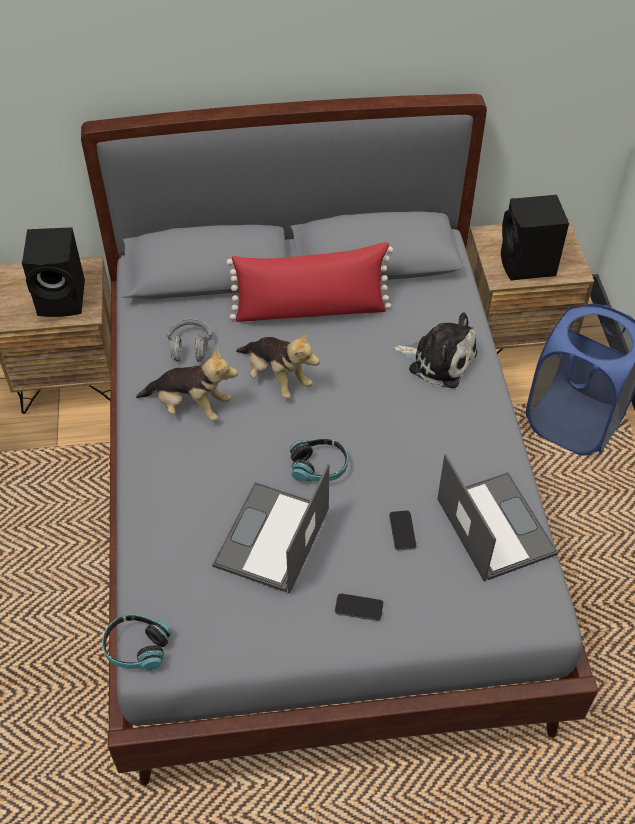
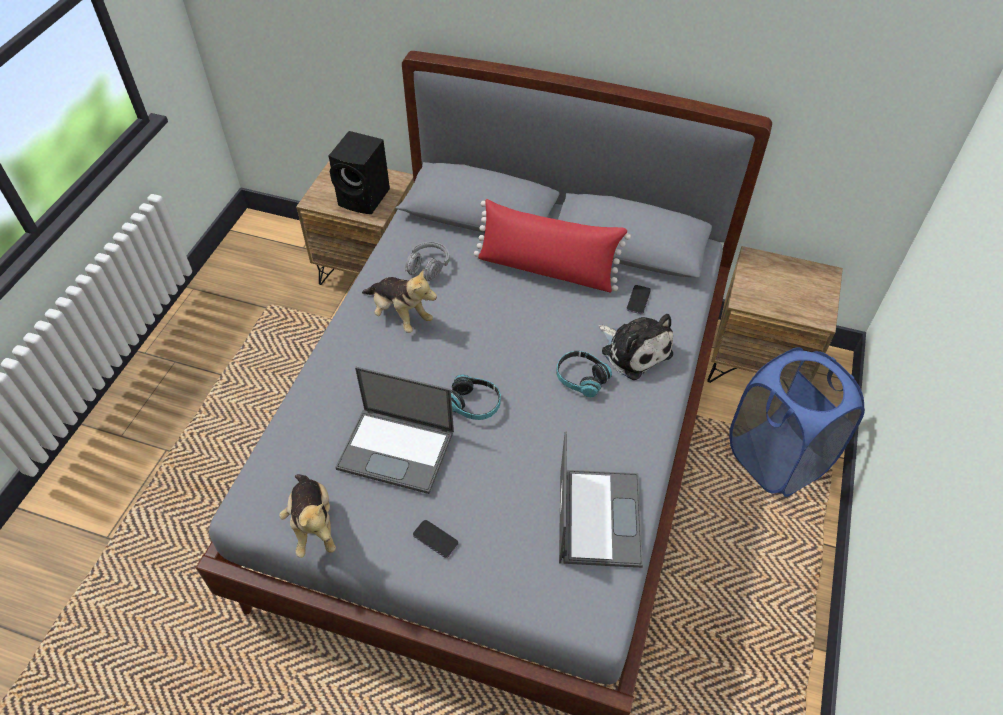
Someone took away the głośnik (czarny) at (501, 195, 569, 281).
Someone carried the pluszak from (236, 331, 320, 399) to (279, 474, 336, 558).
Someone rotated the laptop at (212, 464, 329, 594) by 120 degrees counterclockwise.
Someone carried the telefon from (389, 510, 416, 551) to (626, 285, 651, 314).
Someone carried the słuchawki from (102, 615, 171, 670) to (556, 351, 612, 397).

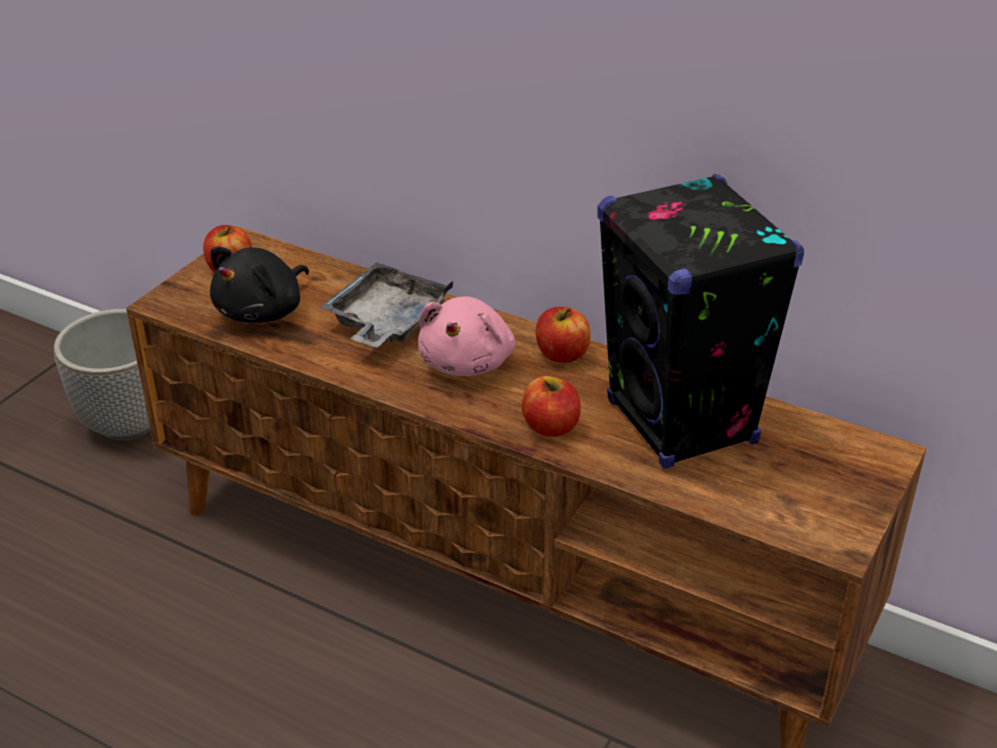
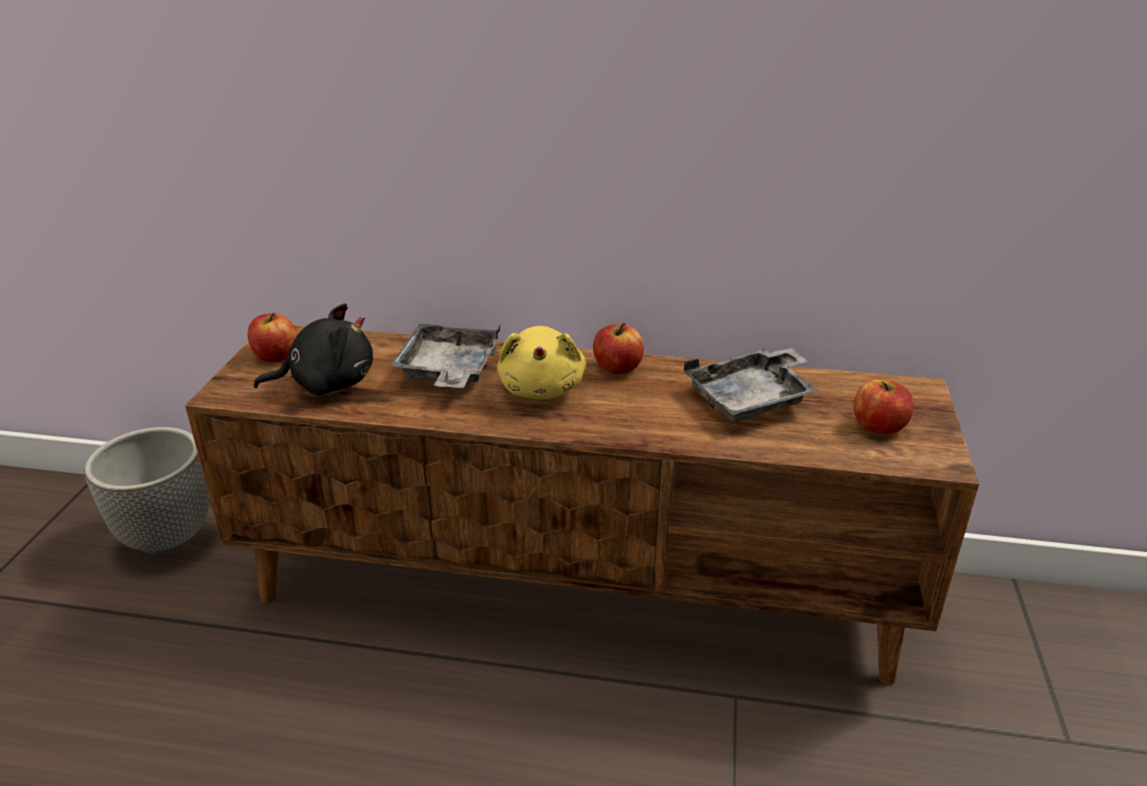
Someone swapped the głośnik (czarny) at (597, 174, 804, 469) for the taca (szary) at (684, 348, 820, 422).
Someone rotated the pluszak (czarny) at (210, 247, 309, 323) by 120 degrees counterclockwise.
Someone repainted the pluszak (różowy) at (418, 296, 515, 376), which became the pluszak (żółty) at (497, 326, 586, 400).
Someone carried the jabłko from (522, 376, 581, 437) to (854, 380, 914, 434).

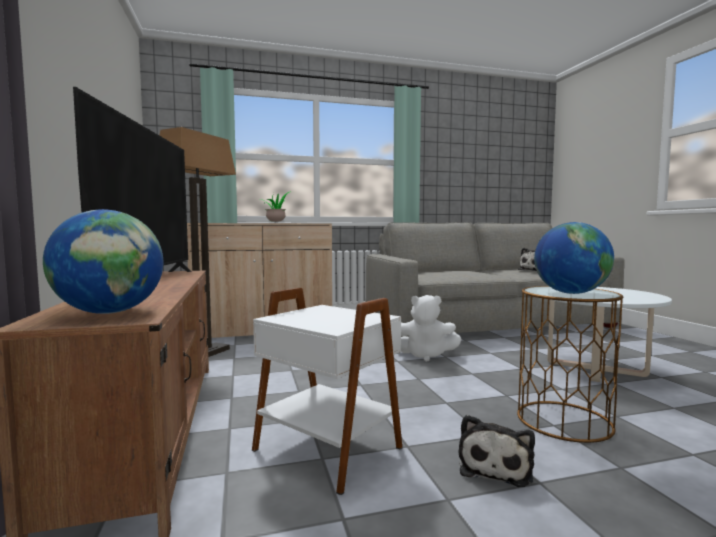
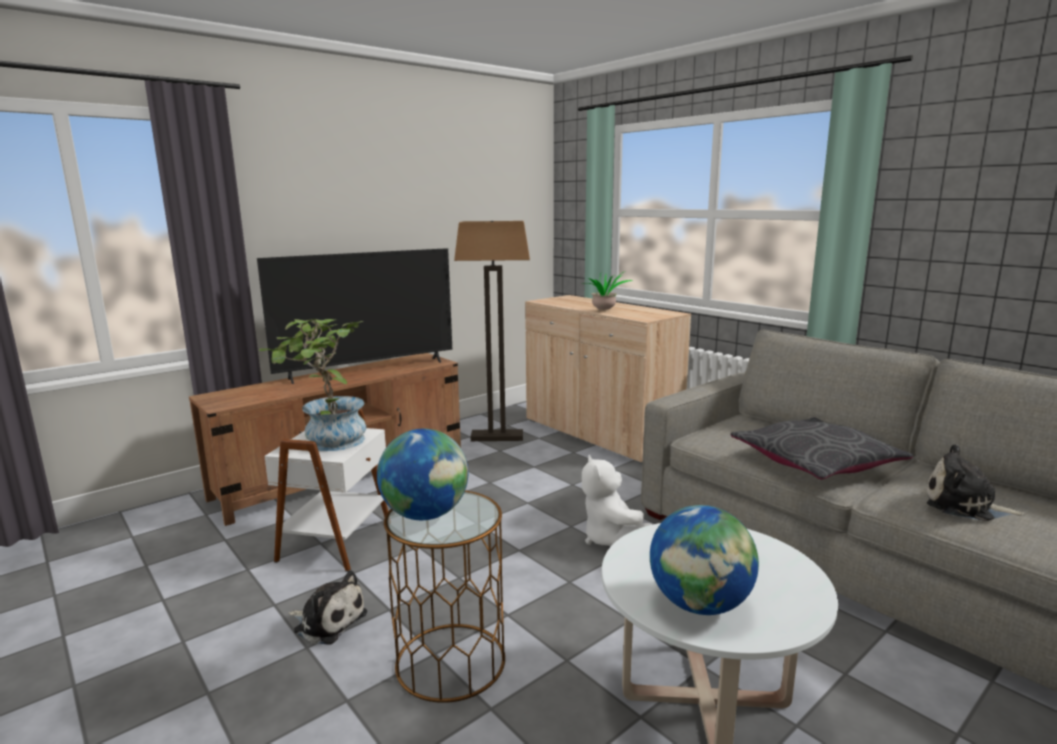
Someone carried the globus from (43, 209, 163, 314) to (650, 505, 759, 615).
Someone rotated the pluszak at (458, 414, 535, 487) by 150 degrees counterclockwise.
Someone put down the roślina doniczkowa at (259, 319, 366, 451).
Someone put down the poduszka (szary) at (731, 417, 913, 480).

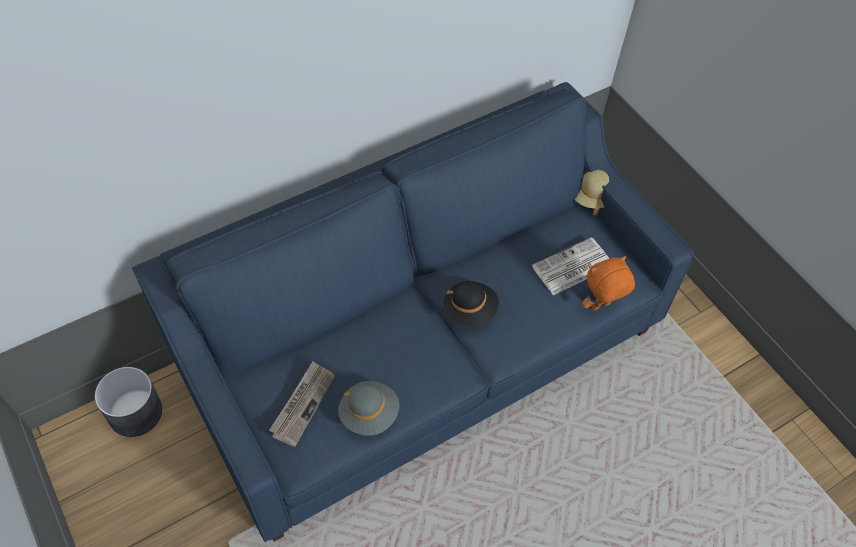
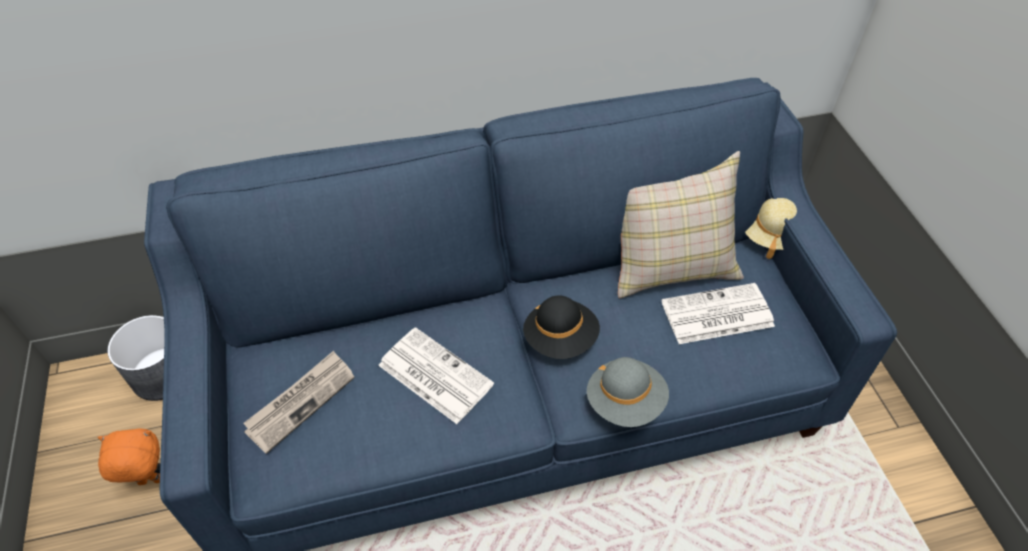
Someone carried the pluszak (pomarańczowy) from (582, 256, 635, 310) to (97, 428, 160, 485).
Someone carried the kapelusz (szary) from (338, 381, 400, 436) to (587, 357, 669, 427).
Someone put down the poduszka (beżowy) at (618, 151, 744, 299).
Someone put down the gazeta at (378, 327, 494, 424).

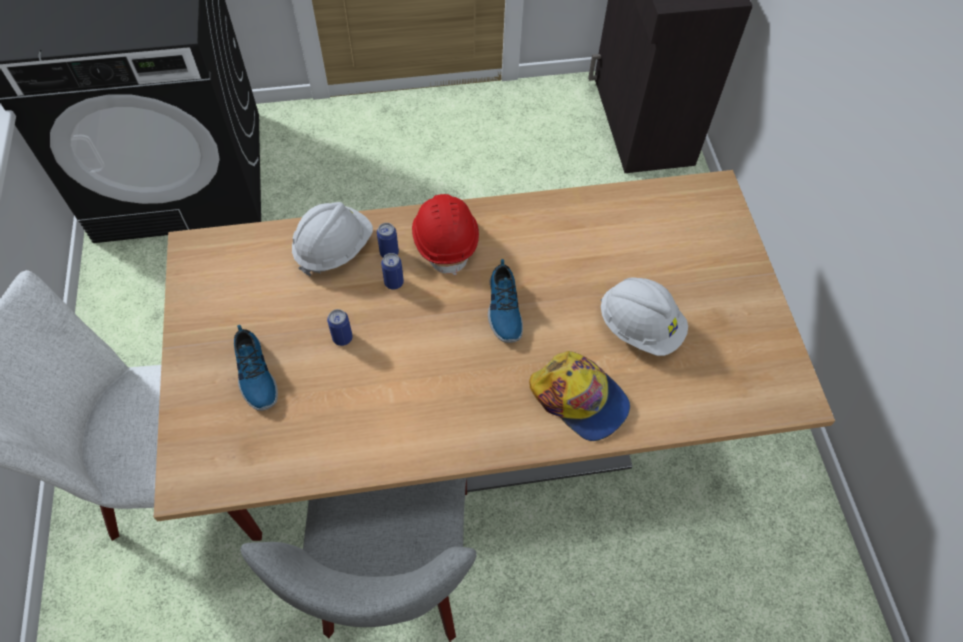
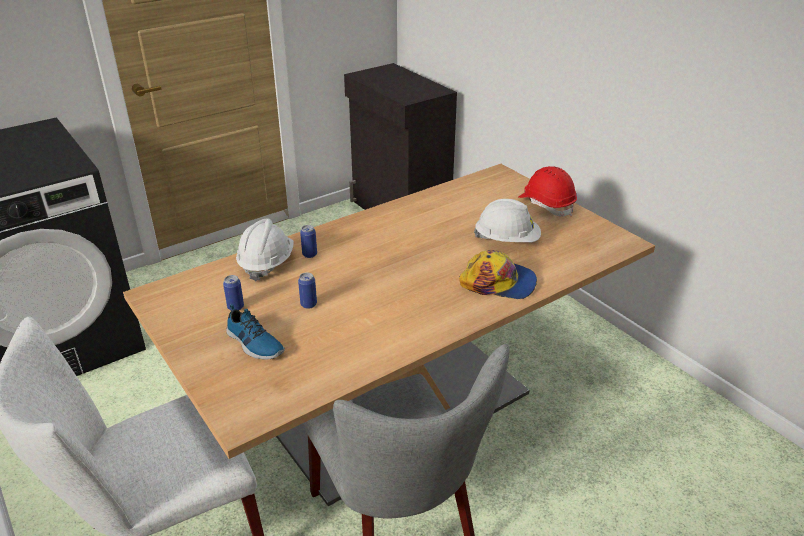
Someone carried the kask (czerwony) from (412, 194, 479, 275) to (518, 166, 577, 216).
Someone carried the puszka from (381, 253, 404, 290) to (223, 275, 244, 311).
Someone took away the but at (488, 259, 523, 343).

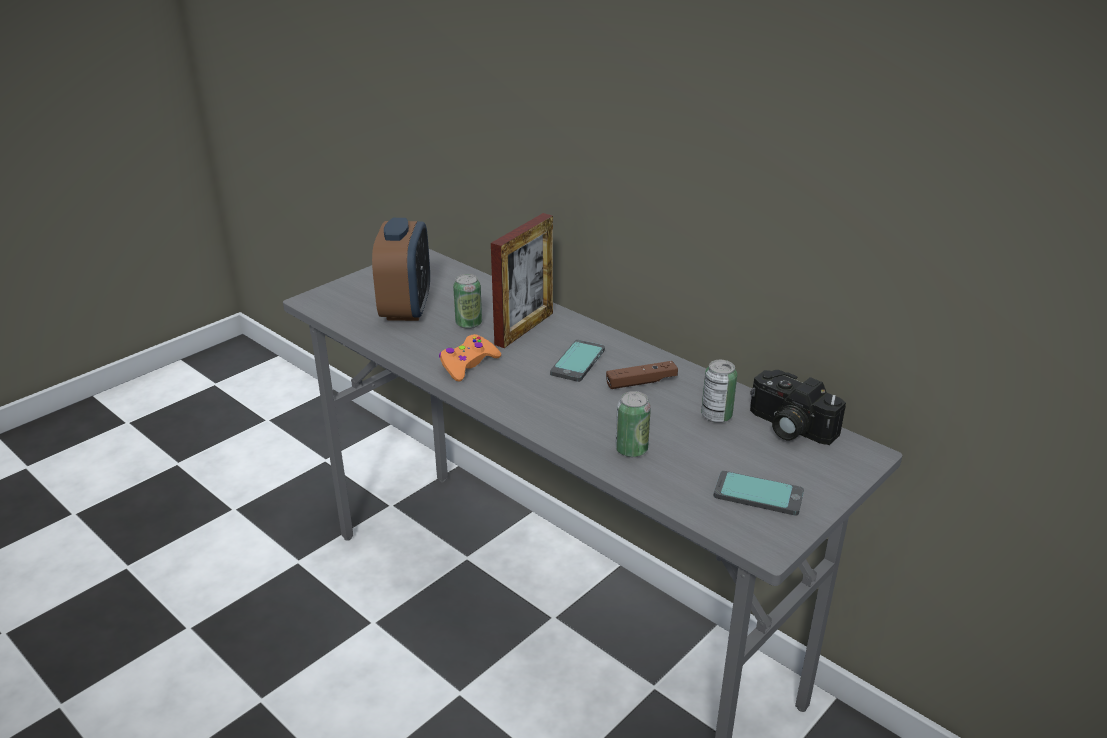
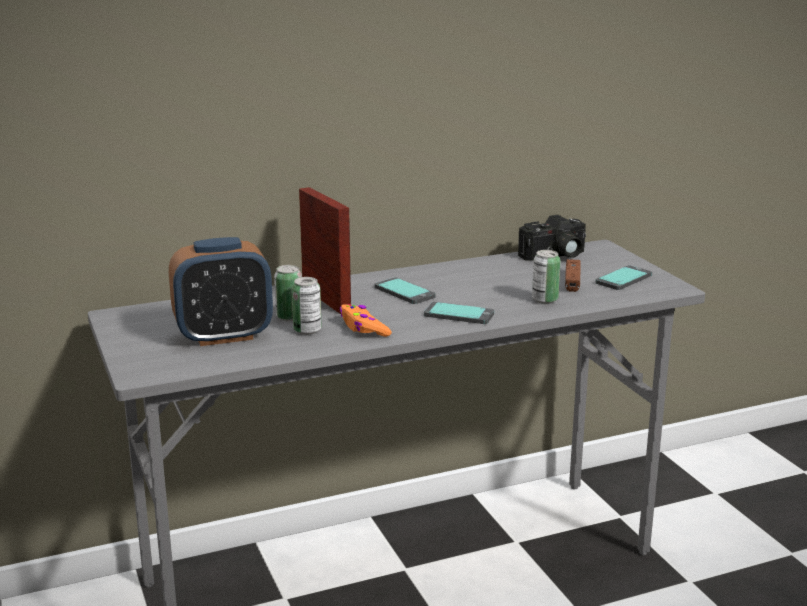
Someone rotated the budzik at (372, 218, 430, 321) by 135 degrees clockwise.
Someone carried the puszka from (701, 360, 737, 423) to (292, 277, 322, 335).
Someone carried the pad do gier (brązowy) from (606, 361, 678, 389) to (565, 259, 580, 292).
Someone put down the telefon at (424, 302, 494, 324).

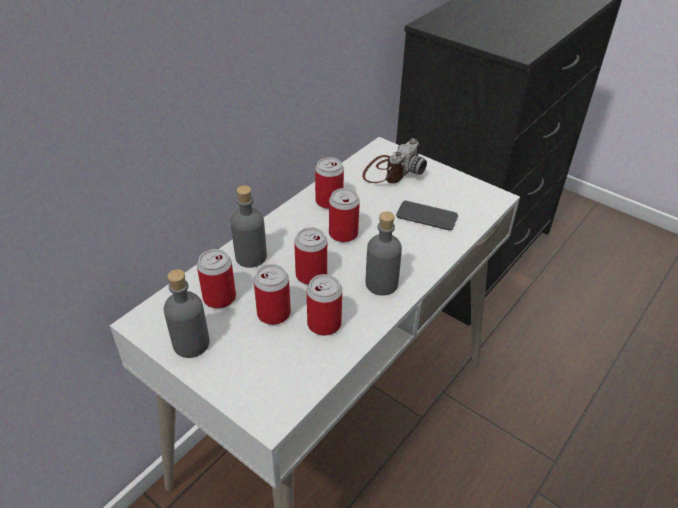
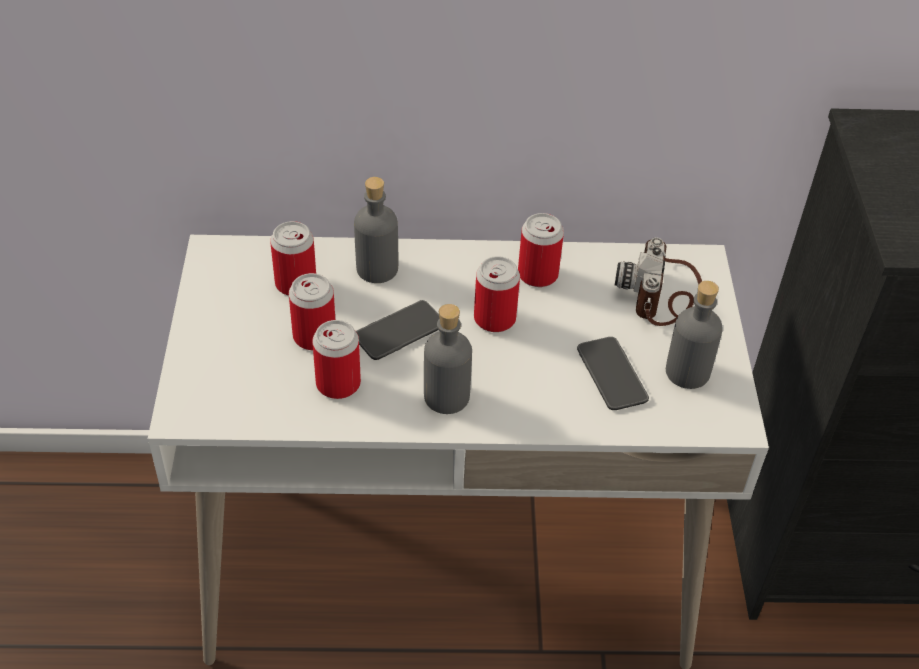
Someone rotated the aparat fotograficzny at (362, 139, 427, 184) by 105 degrees clockwise.
Someone swapped the puszka at (294, 227, 327, 285) for the telefon at (356, 300, 440, 360).
Someone carried the butelka (szary) from (164, 269, 210, 358) to (666, 281, 723, 389).

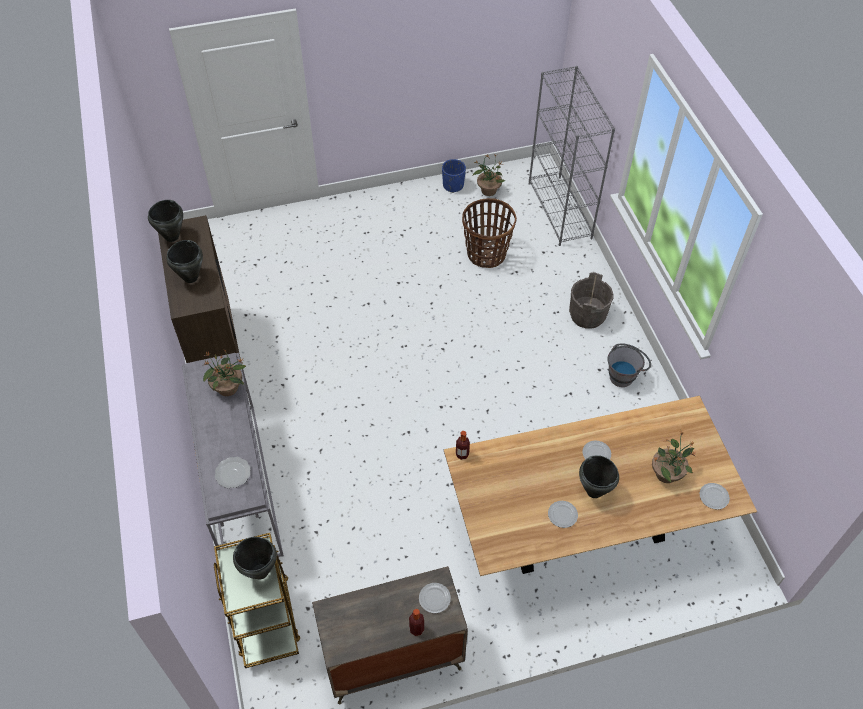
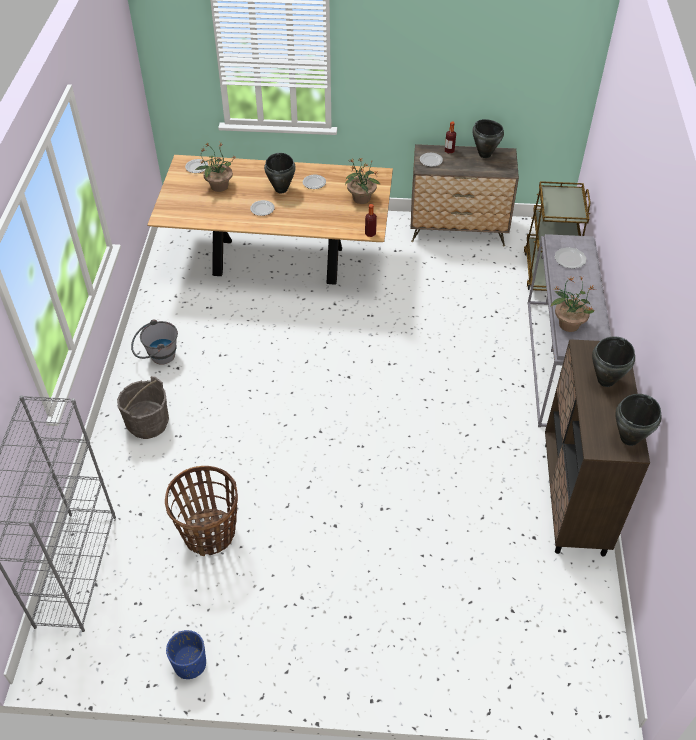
Someone carried the roślina doniczkowa from (473, 154, 505, 196) to (345, 157, 381, 204).
Someone carried the garnek (czarny) from (233, 537, 277, 580) to (472, 119, 504, 158).

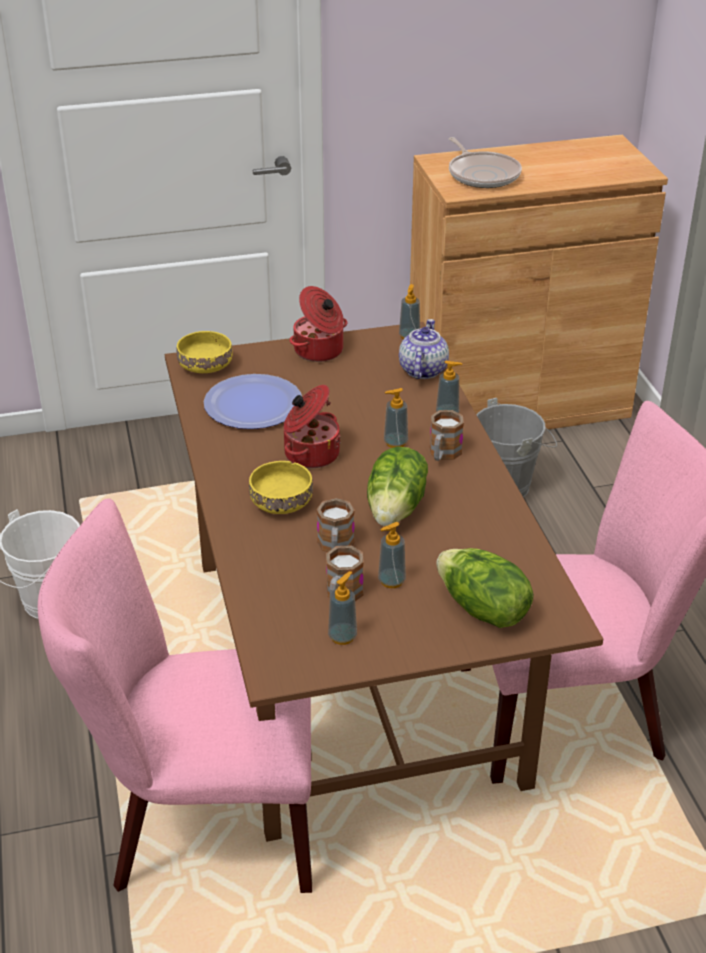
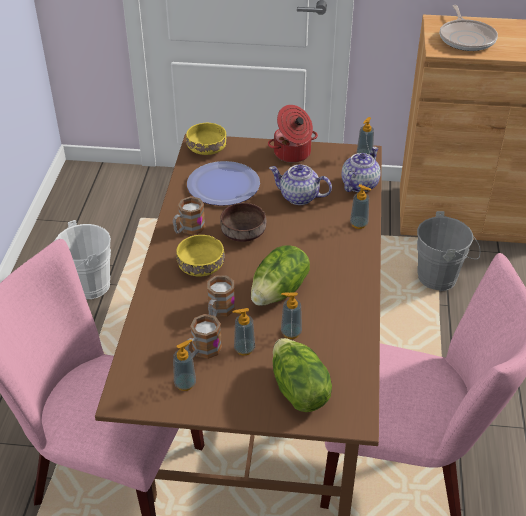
Someone swapped the garnek at (284, 385, 341, 468) for the miska (brązowy) at (220, 203, 267, 242).
Someone carried the dozownik mydła from (384, 388, 408, 448) to (281, 292, 302, 339).
Someone carried the kubek from (430, 410, 464, 461) to (173, 196, 205, 235).
Someone put down the imbryk at (269, 165, 332, 205).

